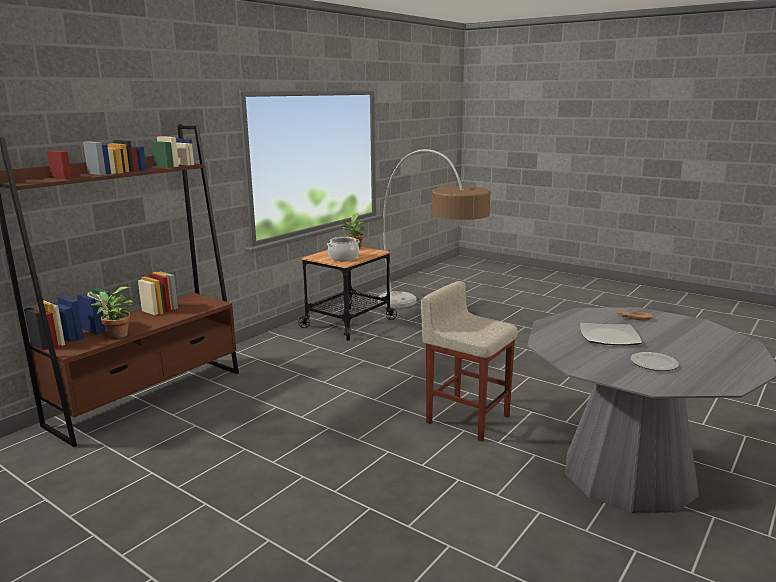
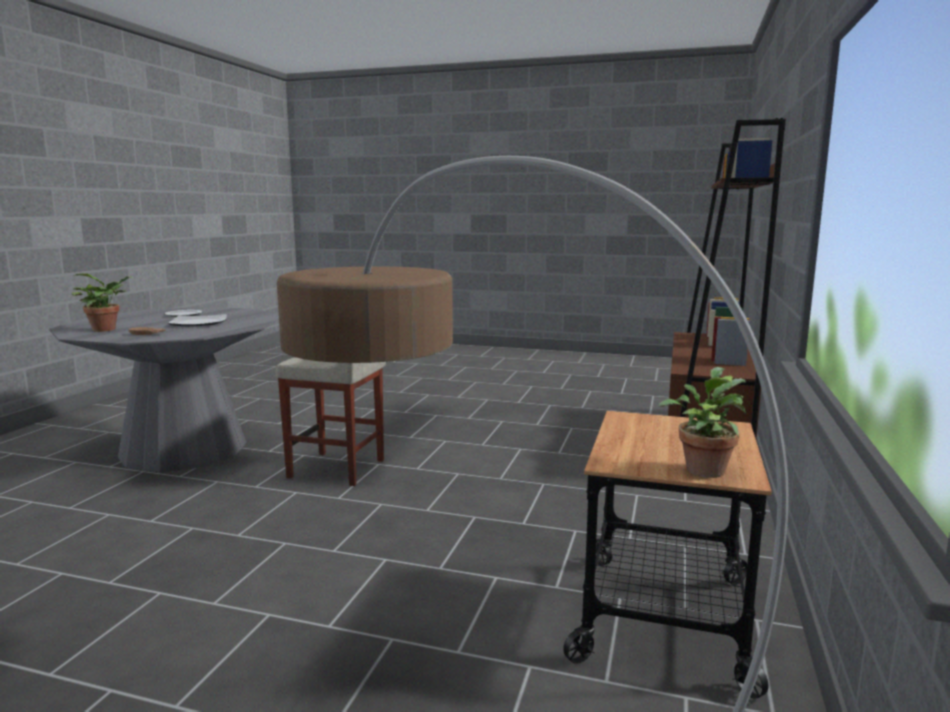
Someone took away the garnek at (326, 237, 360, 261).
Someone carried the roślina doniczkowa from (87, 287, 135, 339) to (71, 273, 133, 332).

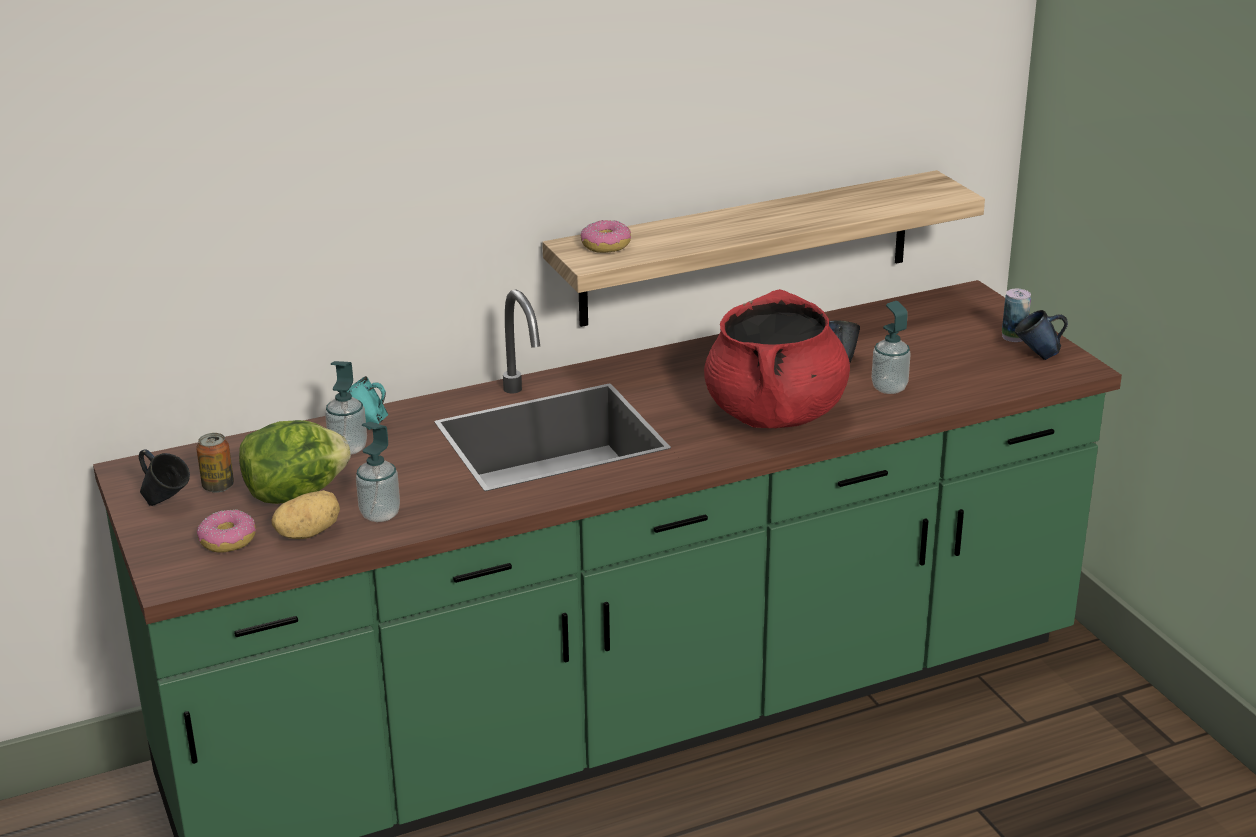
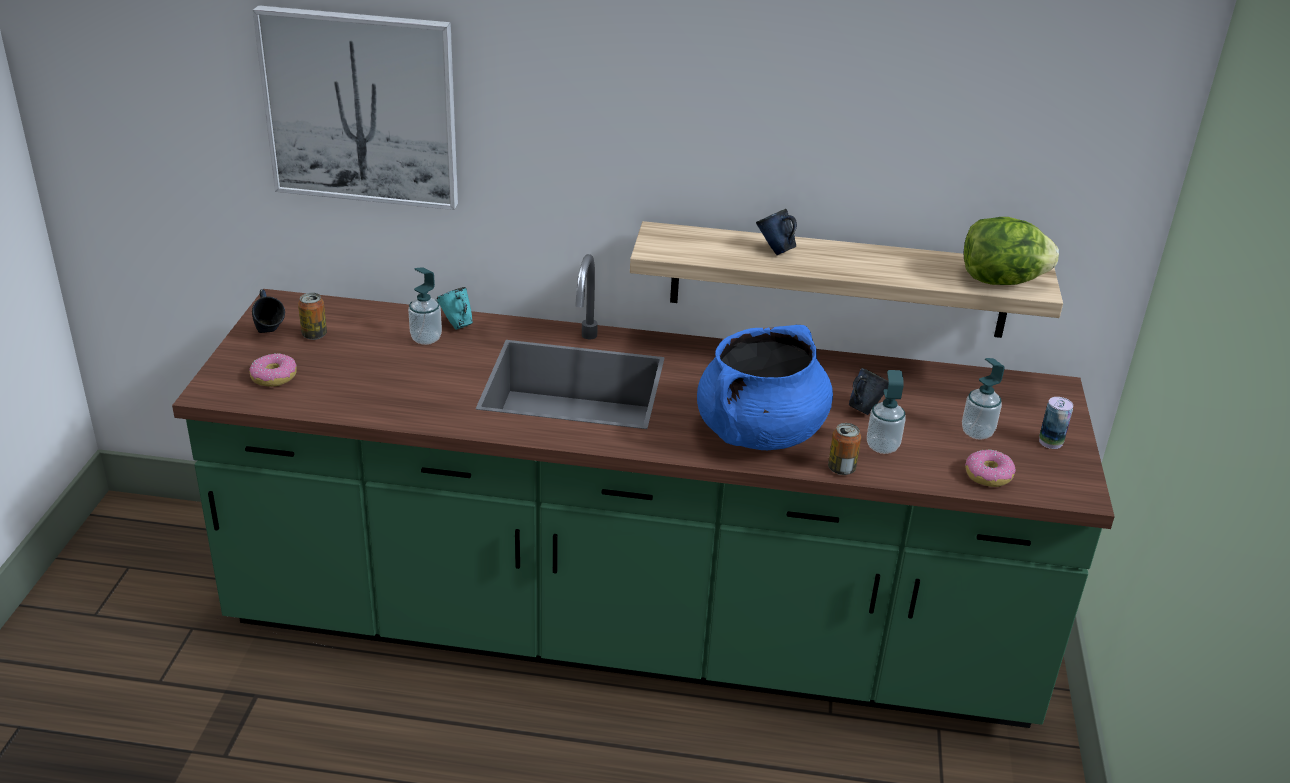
Someone carried the donut from (581, 220, 631, 253) to (965, 450, 1015, 487).
Someone repainted the garnek (czerwony) at (704, 289, 850, 428), which became the garnek (niebieski) at (697, 325, 833, 450).
Someone carried the kubek (niebieski) from (1015, 310, 1068, 360) to (756, 209, 797, 255).
Someone carried the sałata from (239, 420, 351, 504) to (964, 217, 1059, 285).
Someone carried the dozownik mydła from (356, 422, 400, 522) to (962, 358, 1005, 440).
Someone took away the ziemniak at (272, 490, 340, 539).
Someone put up the obraz at (253, 5, 458, 210).
Someone put down the puszka at (828, 423, 861, 475).

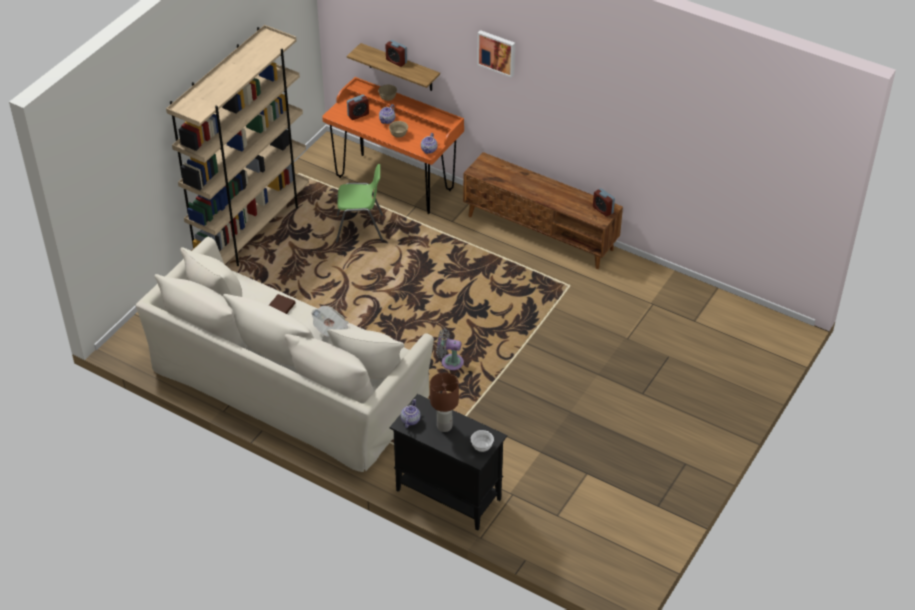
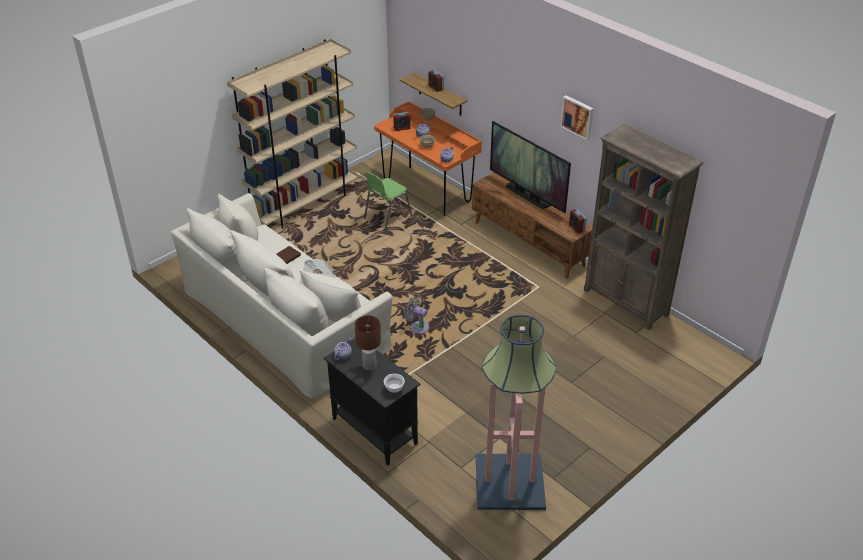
Someone carried the obraz from (477, 30, 515, 78) to (560, 95, 594, 140).
Someone rotated the krzesło (zielony) at (336, 164, 383, 242) by 120 degrees clockwise.
Someone put down the telewizor at (490, 121, 571, 213).
Someone put down the regał (brązowy) at (584, 124, 703, 331).
Someone put down the lampa stojąca at (476, 315, 557, 510).

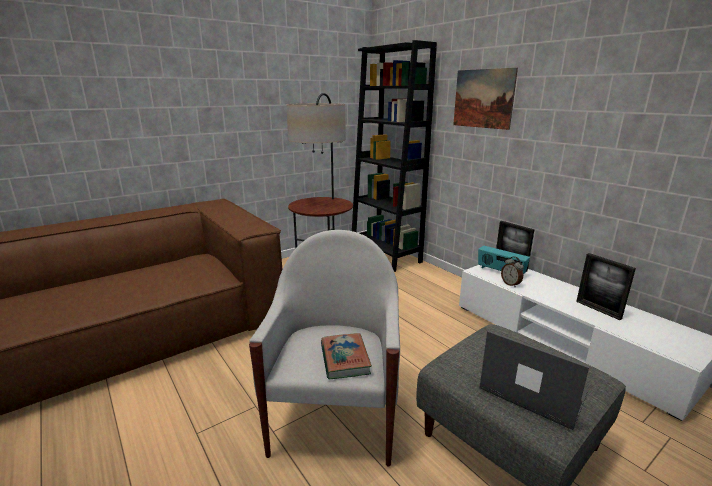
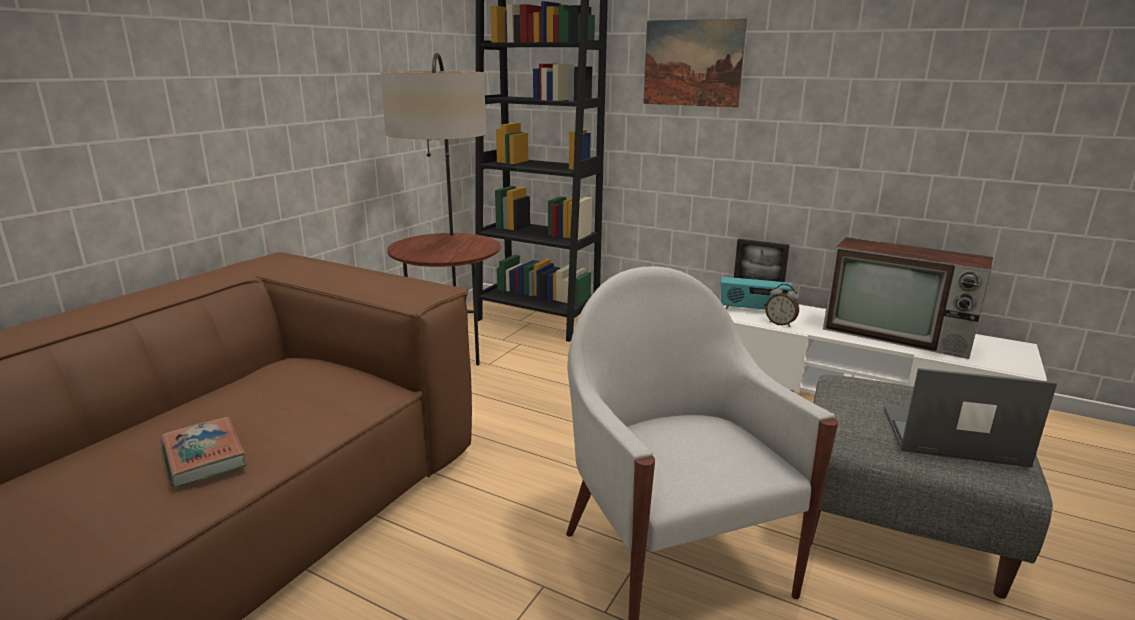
Someone swapped the ramka na zdjęcie at (576, 253, 636, 320) for the telewizor at (823, 237, 993, 359).
Someone carried the książka from (321, 333, 372, 379) to (161, 417, 247, 488).

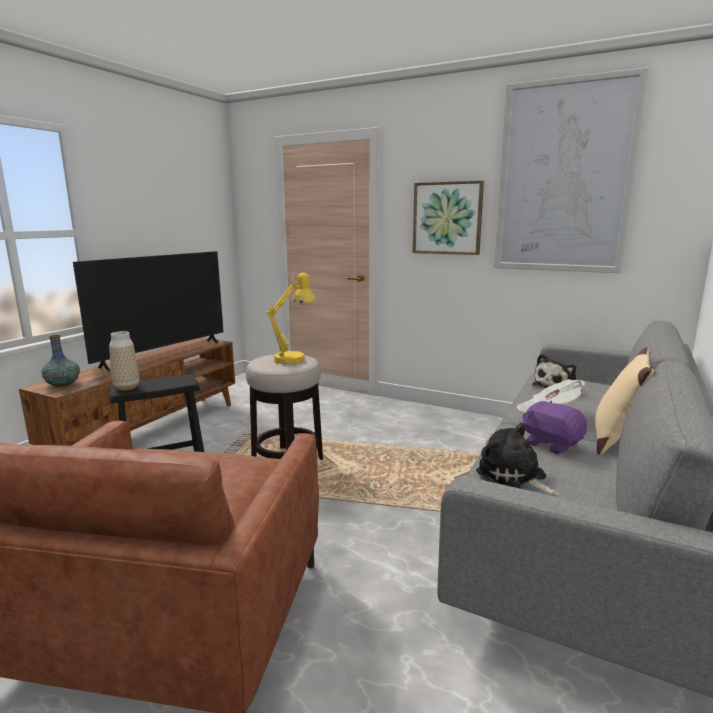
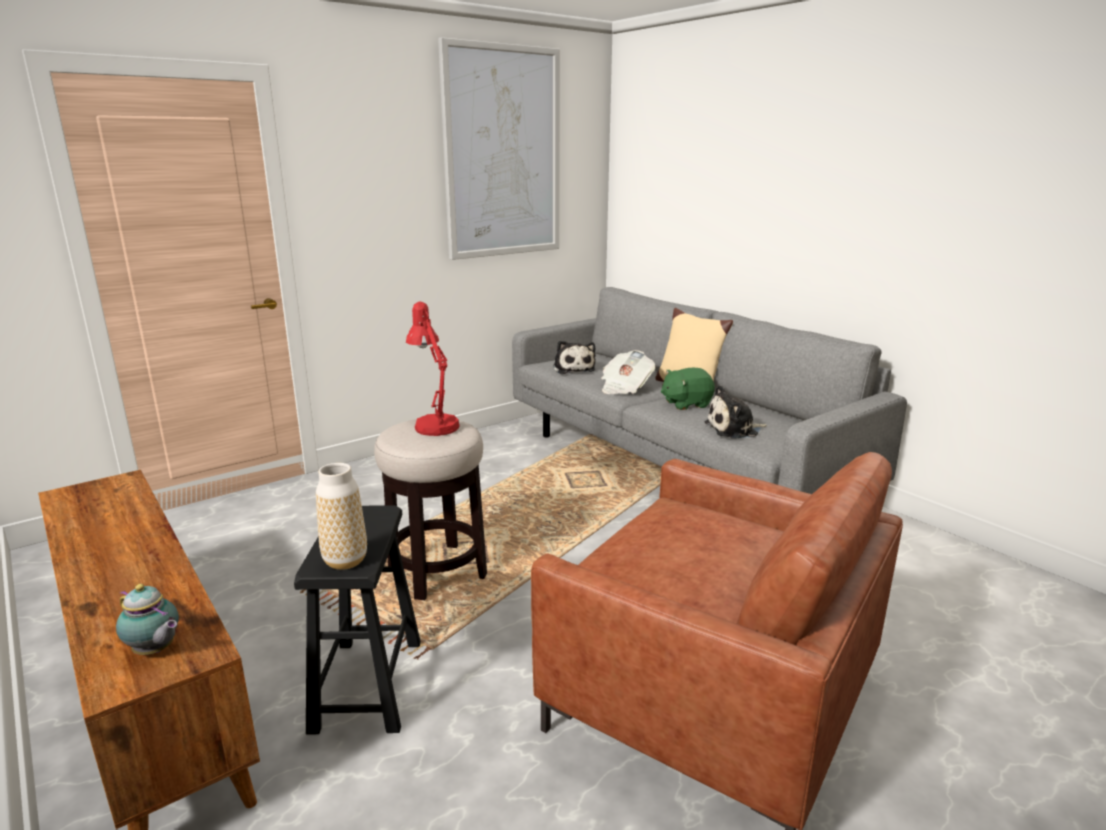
Someone took away the obraz at (413, 180, 484, 255).
Someone took away the telewizor at (73, 251, 223, 371).
Someone repainted the lampa stołowa (żółty) at (267, 272, 316, 364), which became the lampa stołowa (czerwony) at (406, 301, 460, 436).
Someone swapped the wazon at (42, 335, 80, 387) for the imbryk at (116, 584, 179, 655).
Someone repainted the pluszak (fioletowy) at (522, 401, 587, 454), which became the pluszak (zielony) at (661, 368, 715, 410).

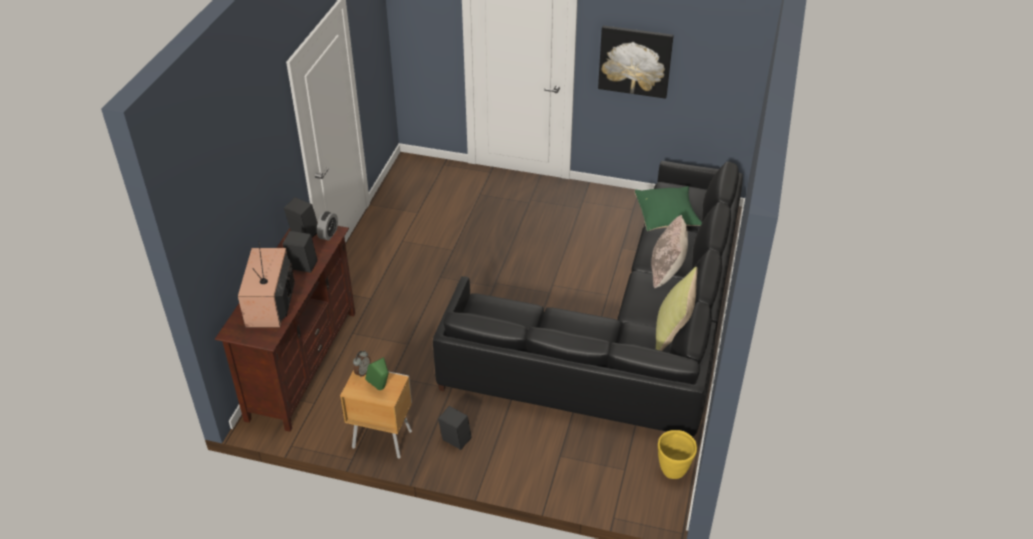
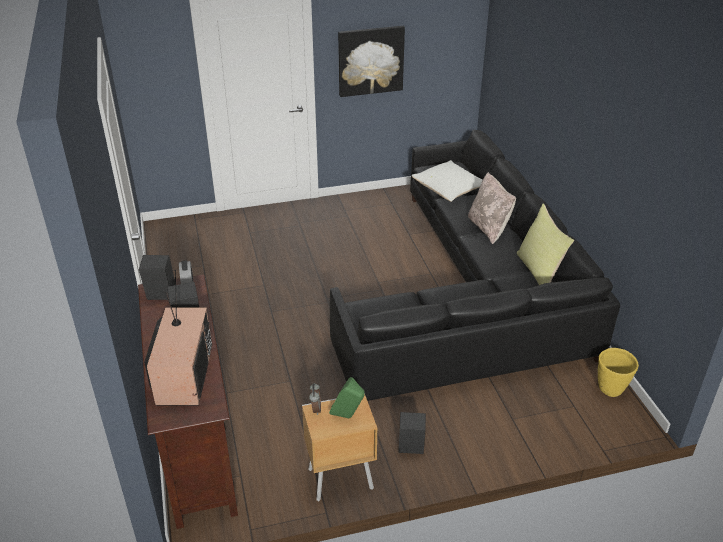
Someone repainted the poduszka (zielony) at (635, 186, 702, 231), which became the poduszka (biały) at (412, 160, 483, 202).
Someone rotated the telewizor at (238, 241, 295, 328) by 150 degrees counterclockwise.

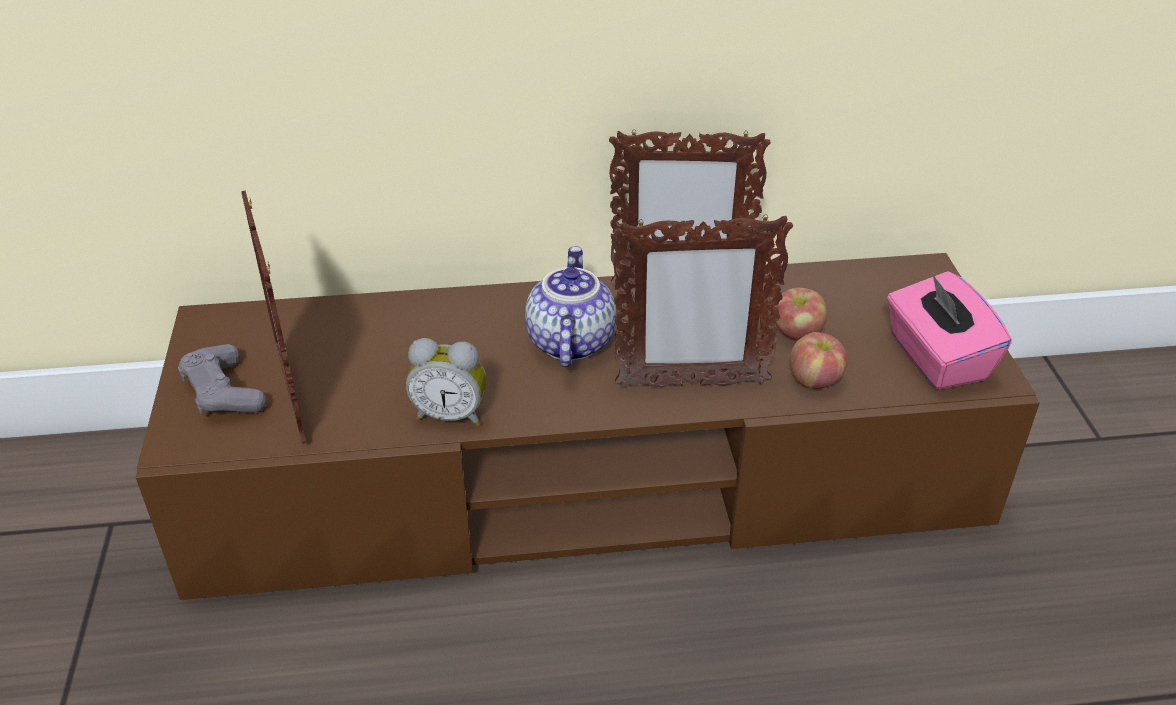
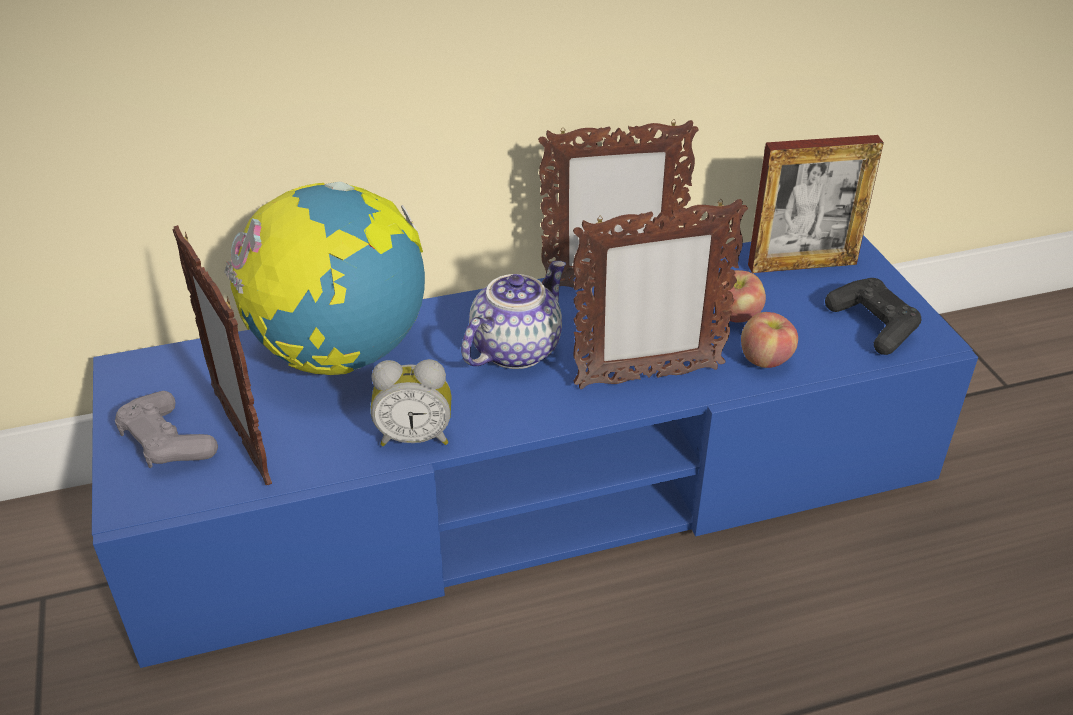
Someone rotated the imbryk at (525, 246, 616, 367) by 45 degrees clockwise.
Someone repainted the szafka pod telewizor (brązowy) at (136, 253, 1040, 600), which became the szafka pod telewizor (niebieski) at (92, 235, 978, 668).
Someone swapped the pudełko chusteczek (różowy) at (887, 271, 1012, 390) for the pad do gier (czarny) at (825, 278, 922, 355).
Someone put down the ramka na zdjęcie at (748, 135, 884, 273).
Someone put down the globus at (224, 181, 425, 375).

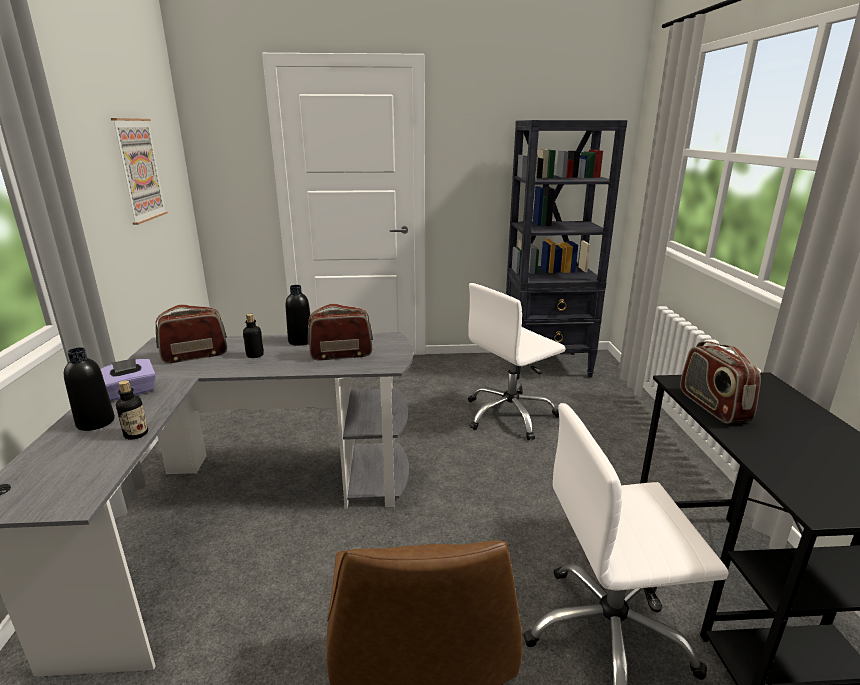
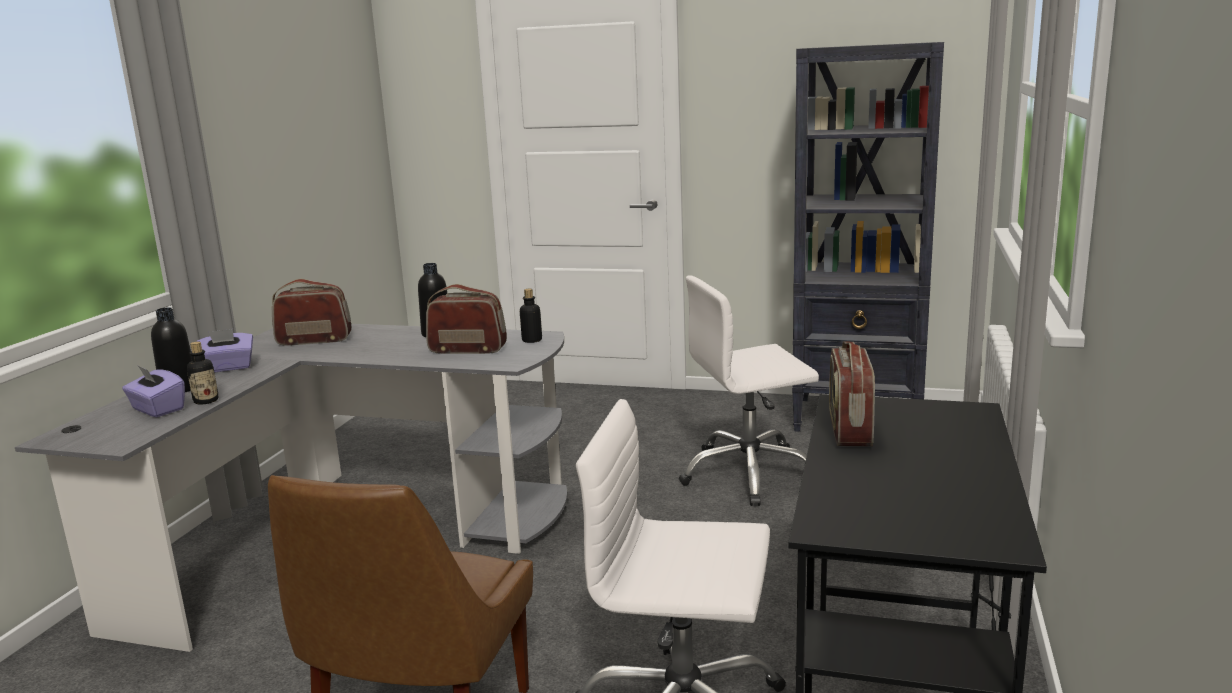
Someone took away the obraz at (111, 118, 168, 225).
Someone carried the butelka from (243, 314, 264, 358) to (520, 289, 542, 343).
Someone put down the pudełko chusteczek (fioletowy) at (122, 366, 185, 417).

